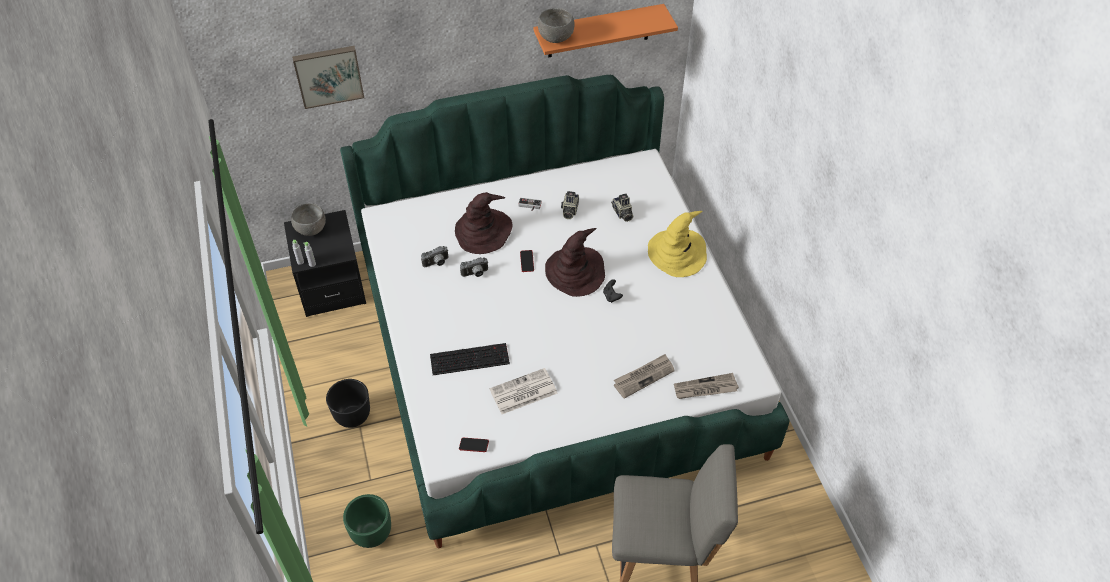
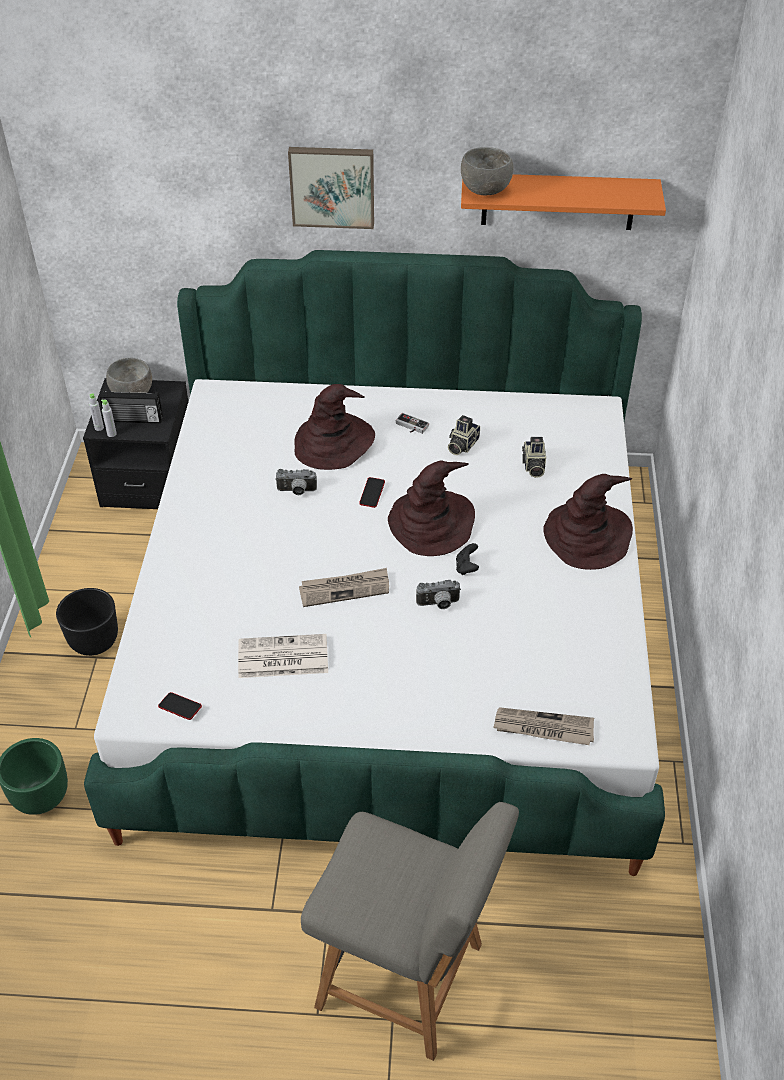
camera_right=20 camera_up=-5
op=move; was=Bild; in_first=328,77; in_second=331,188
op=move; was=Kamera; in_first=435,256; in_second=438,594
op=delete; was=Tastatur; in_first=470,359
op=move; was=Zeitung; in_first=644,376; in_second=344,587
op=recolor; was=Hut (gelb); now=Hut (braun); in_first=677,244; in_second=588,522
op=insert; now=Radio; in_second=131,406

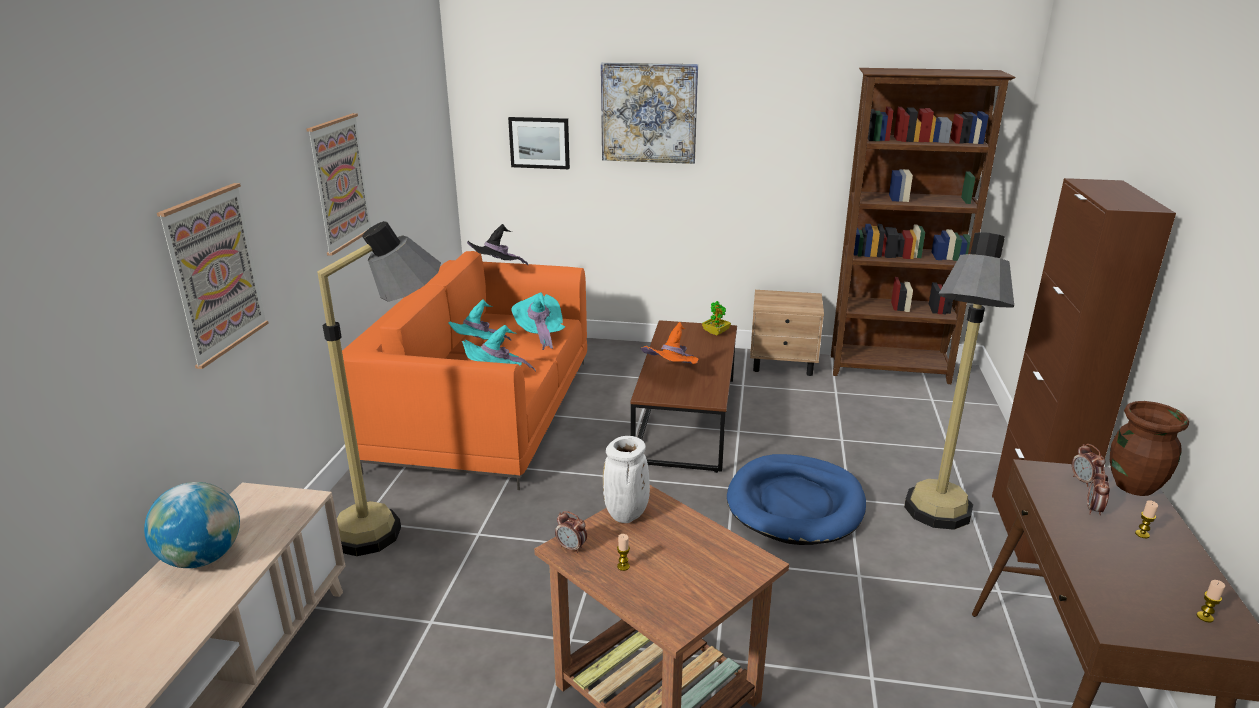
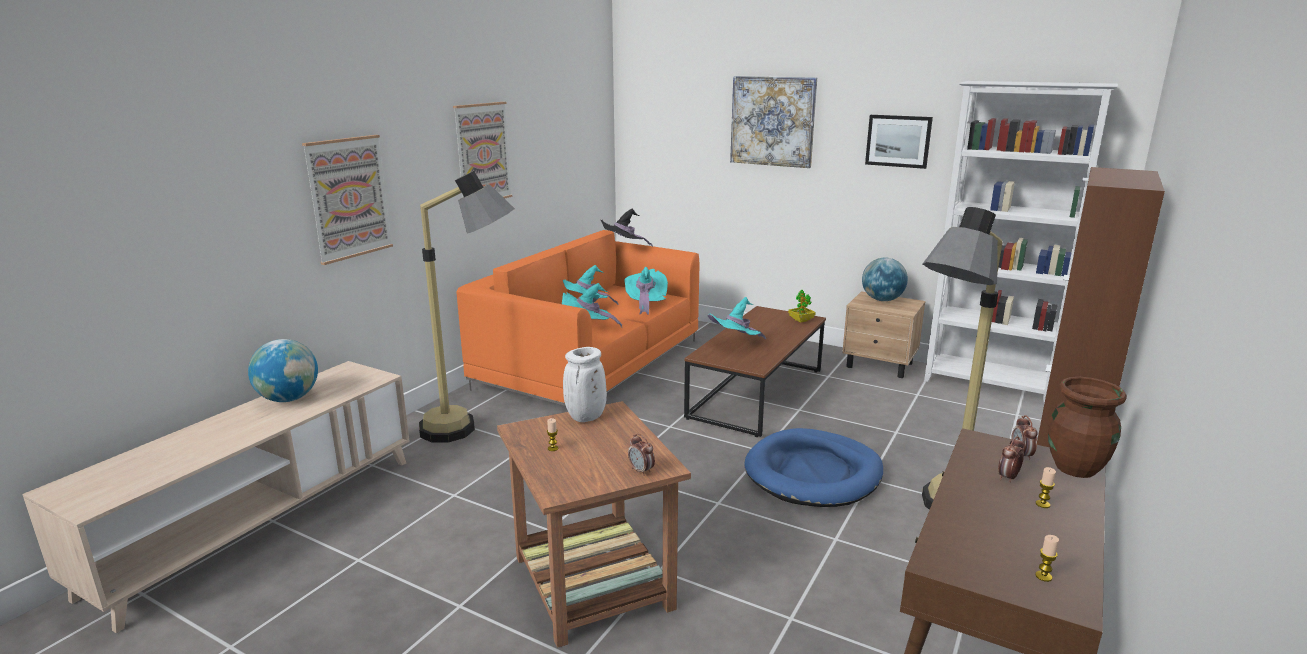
camera_right=20 camera_up=-5
op=move; was=Bild; in_first=539,143; in_second=899,142
op=move; was=Wecker; in_first=571,532; in_second=641,455
op=recolor; was=Hut (orange); now=Hut (türkis); in_first=670,343; in_second=736,318
op=recolor; was=Bücherregal (braun); now=Bücherregal (weiß); in_first=923,226; in_second=1021,242
op=insert; now=Globus; in_second=885,279

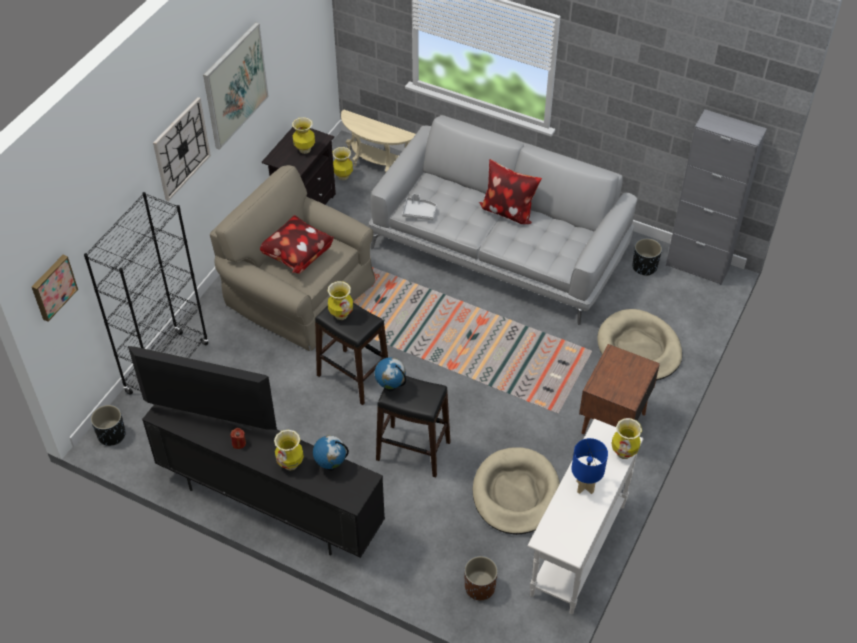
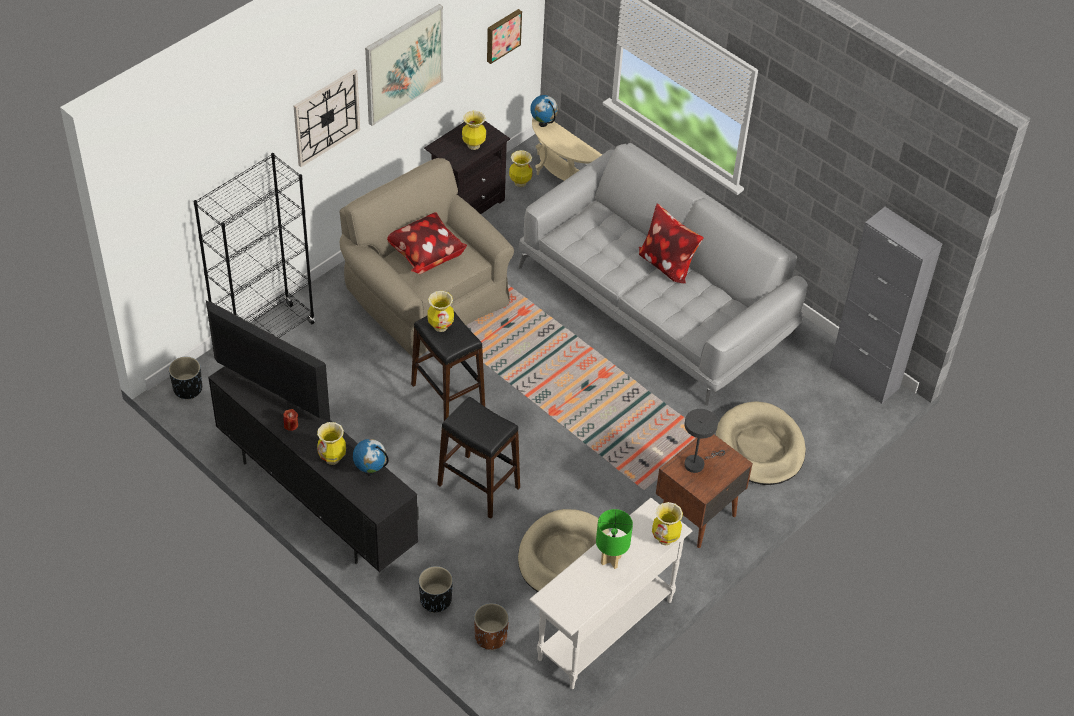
camera_right=15 camera_up=0
op=move; was=Bild; in_first=55,288; in_second=504,36
op=move; was=Globus; in_first=390,374; in_second=544,111
op=delete; was=Tablett (grau); in_first=419,207
op=recolor; was=Tischlampe (blau); now=Tischlampe (grün); in_first=589,466; in_second=614,539
op=move; was=Pflanzkübel (schwarz); in_first=647,257; in_second=436,589
op=insert; now=Tischlampe (grau); in_second=704,441

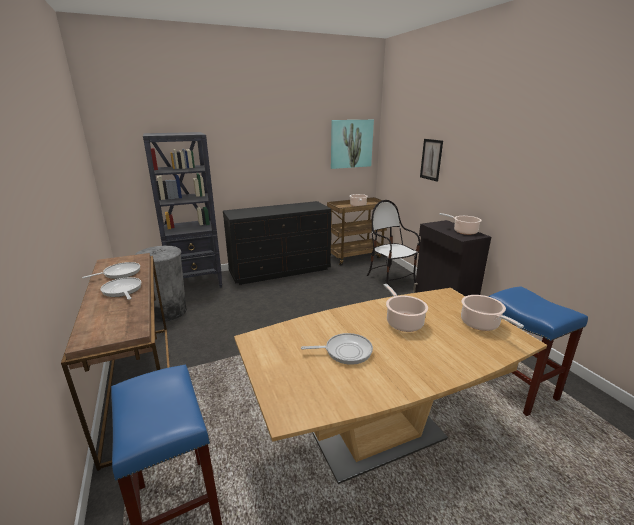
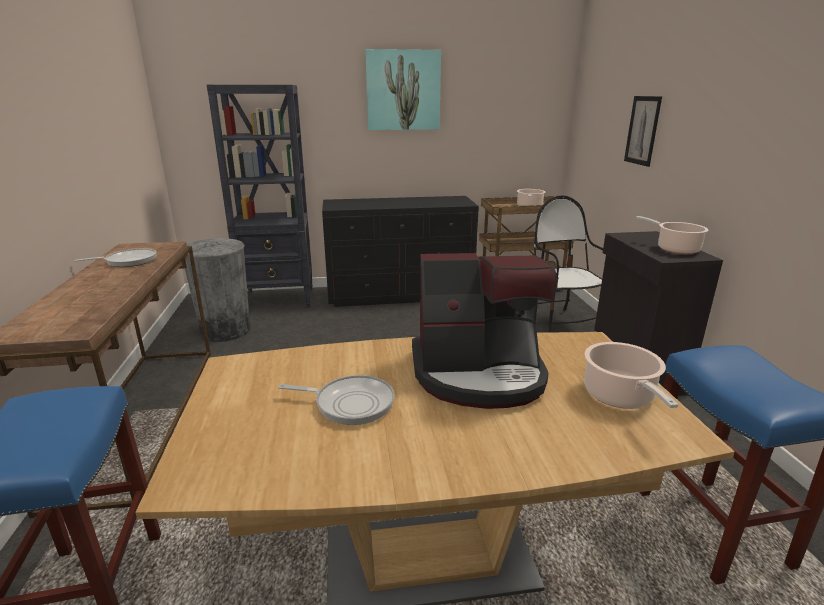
camera_right=15 camera_up=0
op=delete; was=Pfanne; in_first=121,288
op=move; was=Bild; in_first=352,144; in_second=403,89
op=replace; was=Kochtopf; now=Kaffeemaschine; in_first=406,308; in_second=484,331

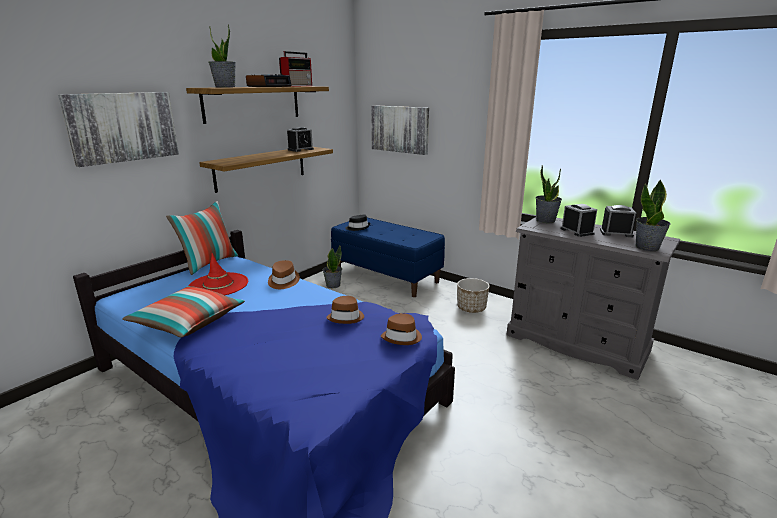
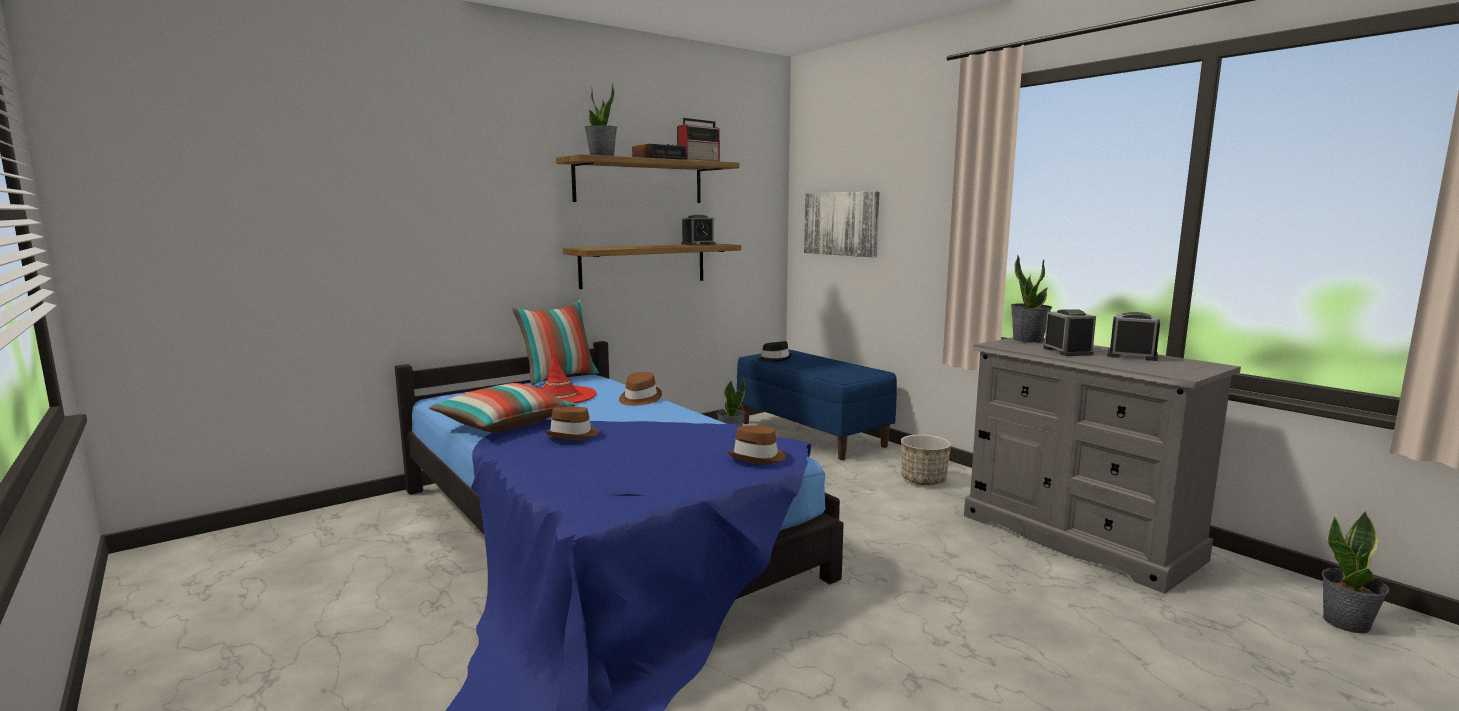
camera_right=15 camera_up=-10
op=delete; was=Bild; in_first=118,129
op=move; was=Hut (braun); in_first=345,310; in_second=571,422
op=move; was=Topfpflanze; in_first=653,215; in_second=1355,572

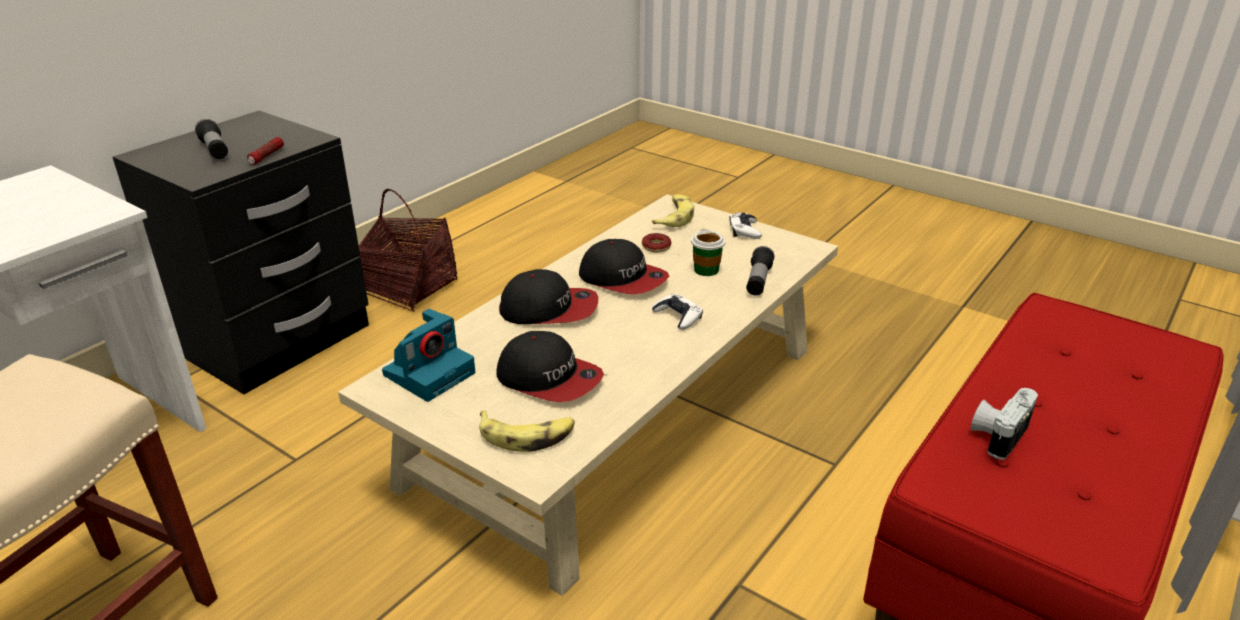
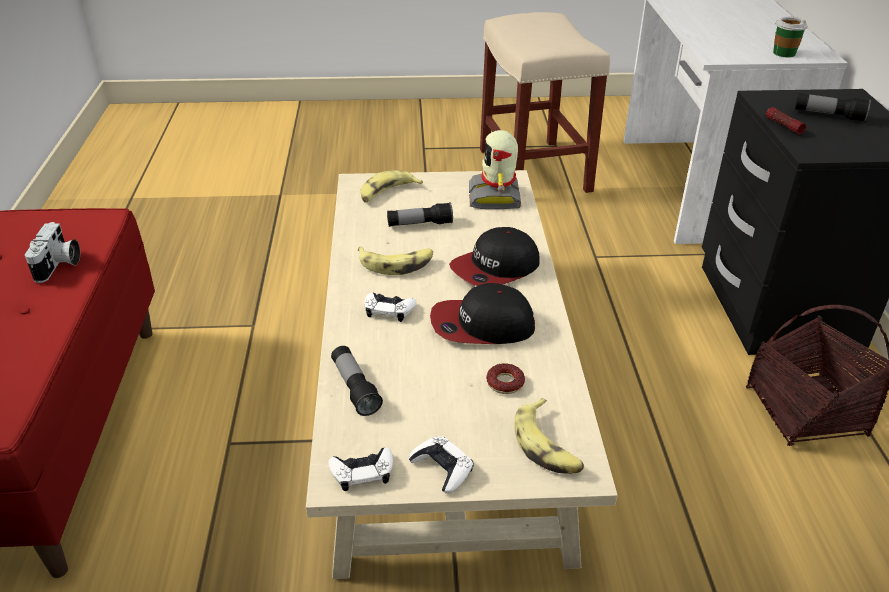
camera_right=140 camera_up=5
op=replace; was=Kamera; now=Spielzeugroboter; in_first=428,355; in_second=495,169
op=replace; was=Kappe; now=Taschenlampe; in_first=550,366; in_second=420,214
op=move; was=Tasse; in_first=708,252; in_second=790,37
op=insert; now=Gamepad (weiß); in_second=361,469
op=insert; now=Banane; in_second=395,260

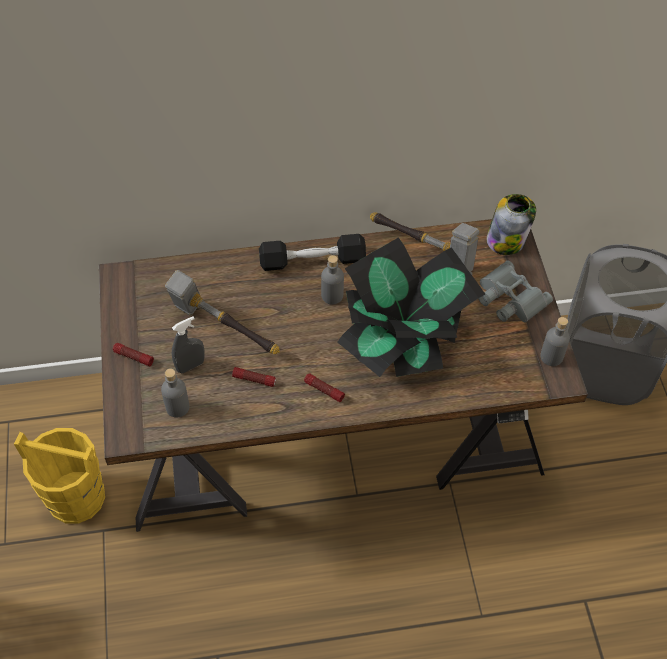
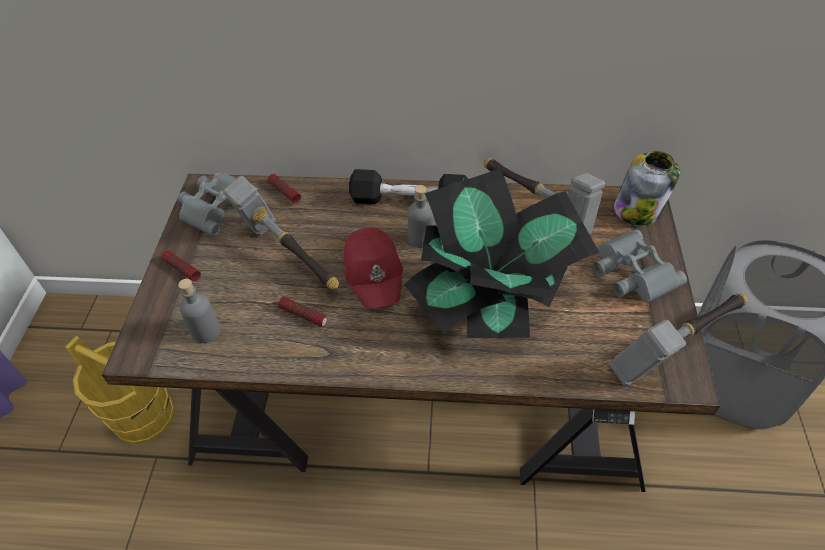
camera_right=15 camera_up=-5
op=delete; was=Sprühflasche (grau); in_first=188,344
op=move; was=Taschenlampe; in_first=324,388; in_second=284,188
op=replace; was=Flasche (grau); now=Hammer; in_first=555,341; in_second=678,339
op=insert; now=Fernglas (grau); in_second=218,204
op=insert; now=Kappe (rot); in_second=373,268

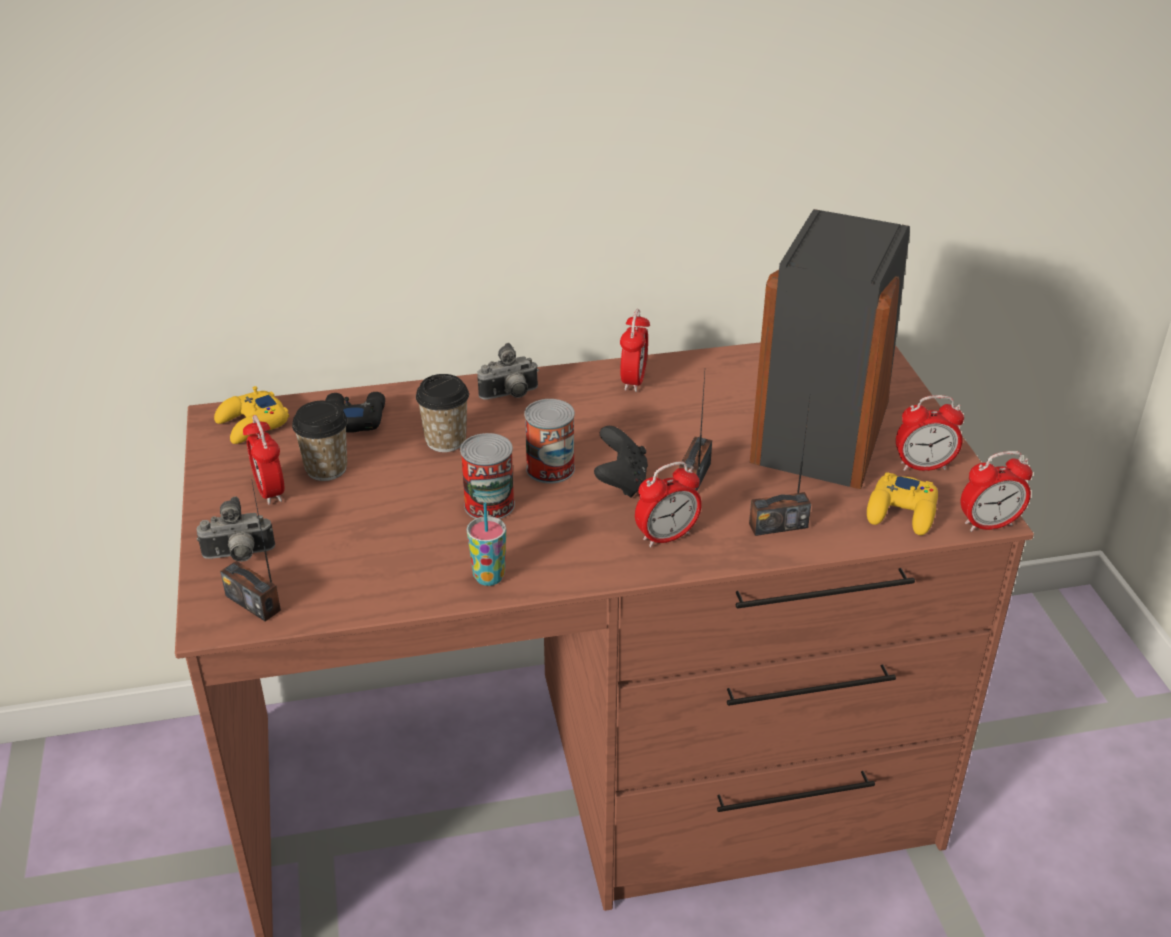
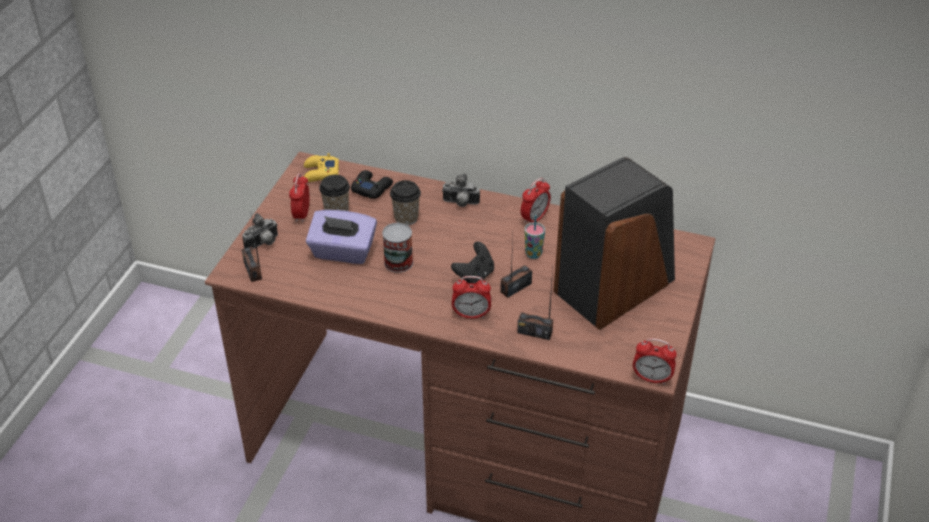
camera_right=30 camera_up=5
op=rotate; was=Kamera; in_first=235,529; in_second=260,231; clockwise=-60
op=move; was=Tasse; in_first=486,544; in_second=535,237
op=delete; was=Dose; in_first=549,441
op=delete; was=Gamepad (gelb); in_first=902,503
op=delete; was=Wecker; in_first=930,433
op=insert; now=Taschentuchbox (lila); in_second=341,237

